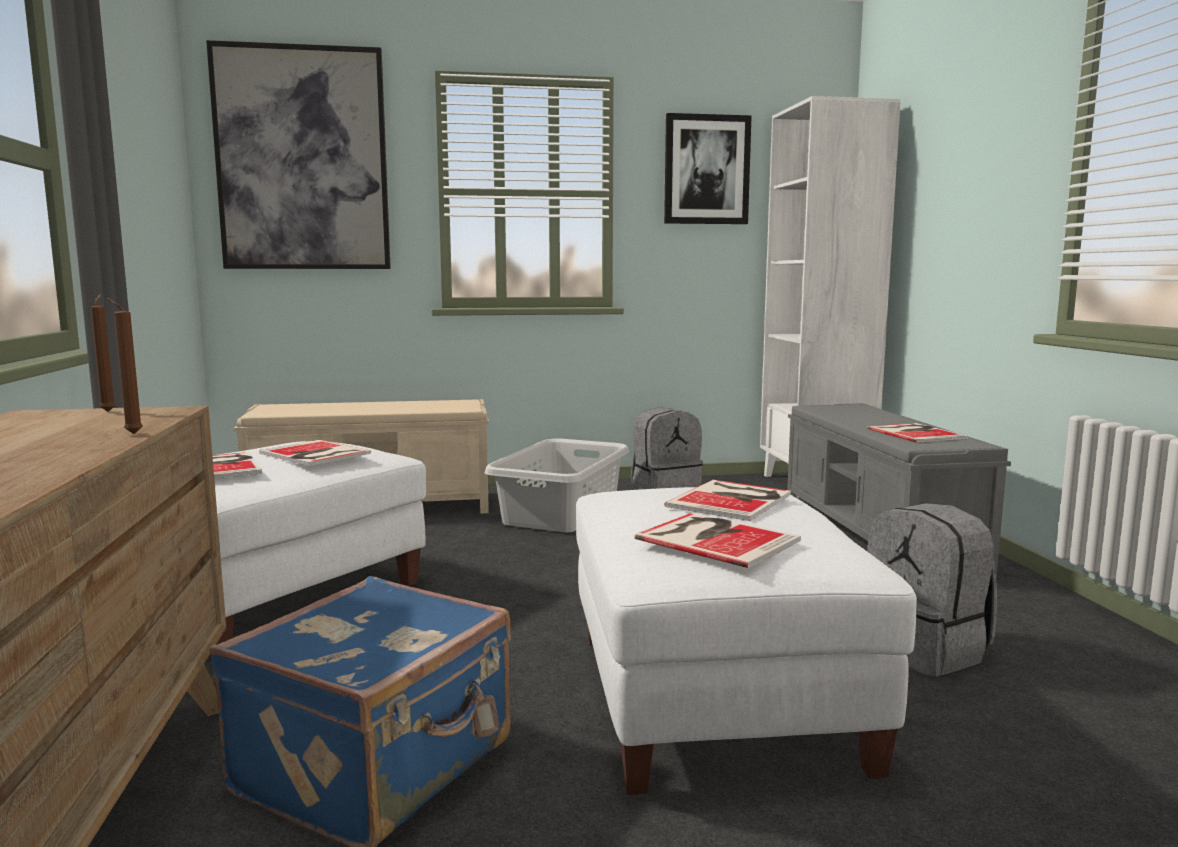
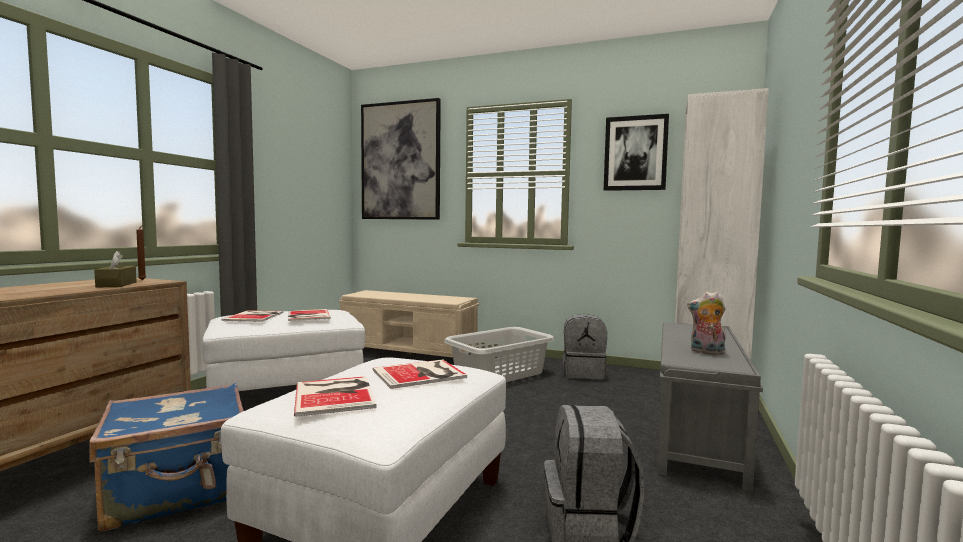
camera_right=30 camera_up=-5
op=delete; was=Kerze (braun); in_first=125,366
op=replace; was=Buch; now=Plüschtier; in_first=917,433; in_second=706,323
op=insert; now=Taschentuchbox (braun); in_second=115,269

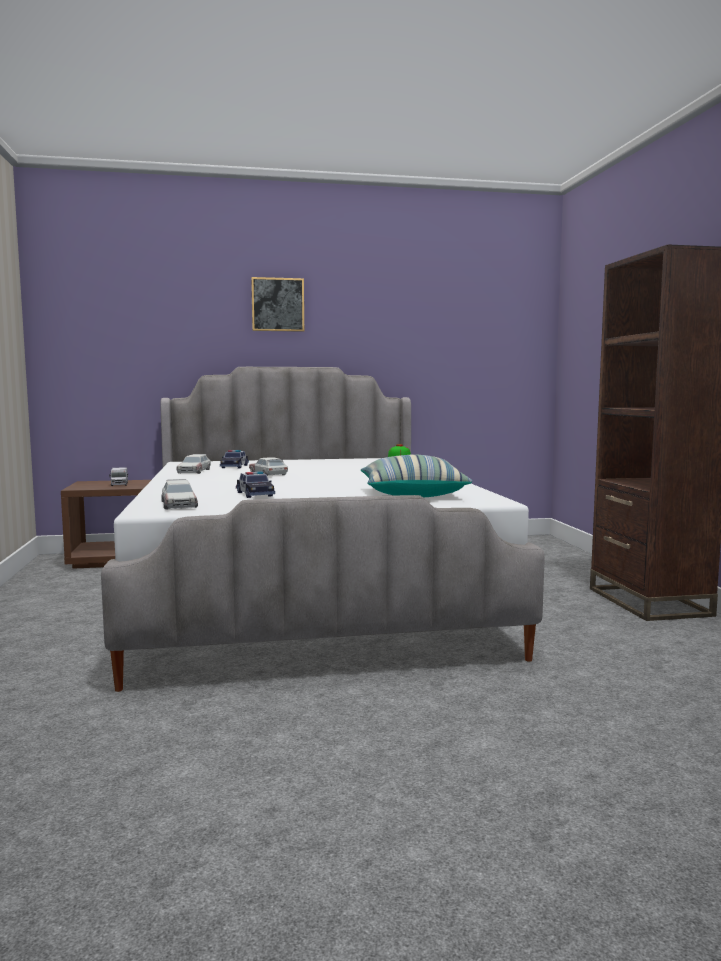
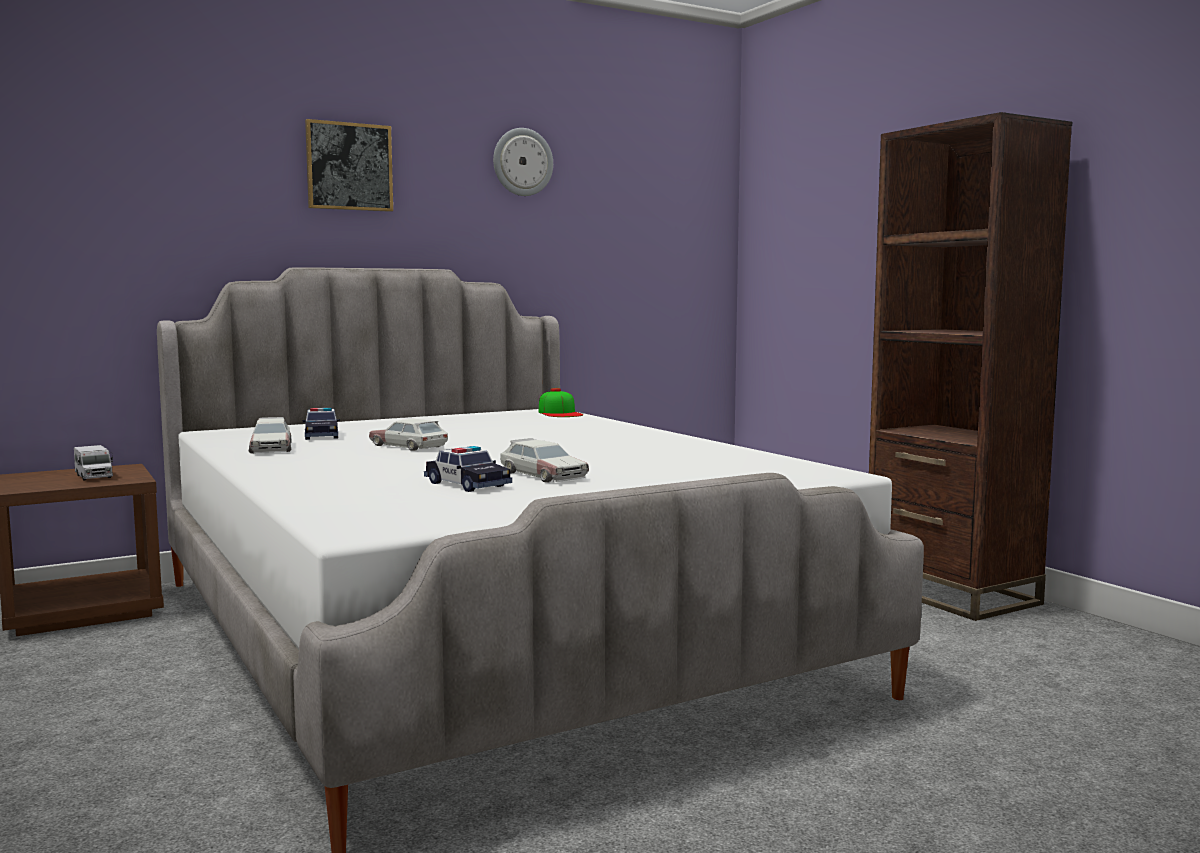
camera_right=-20 camera_up=0
op=move; was=Spielzeugauto; in_first=179,494; in_second=544,460
op=delete; was=Kissen; in_first=416,475
op=insert; now=Wanduhr; in_second=523,162

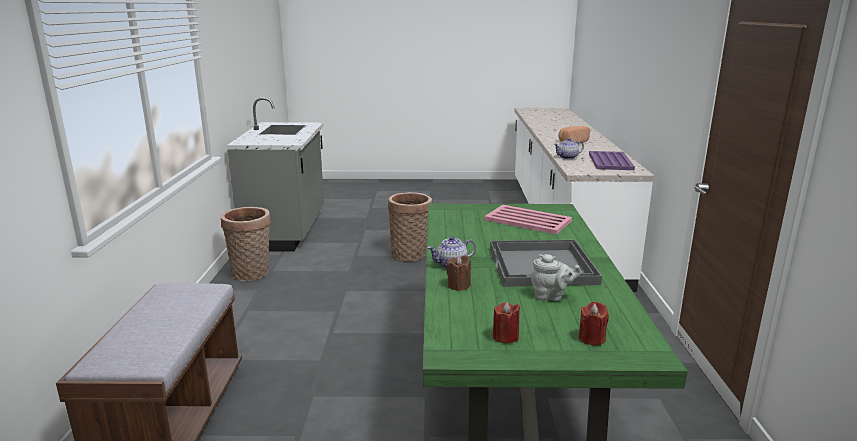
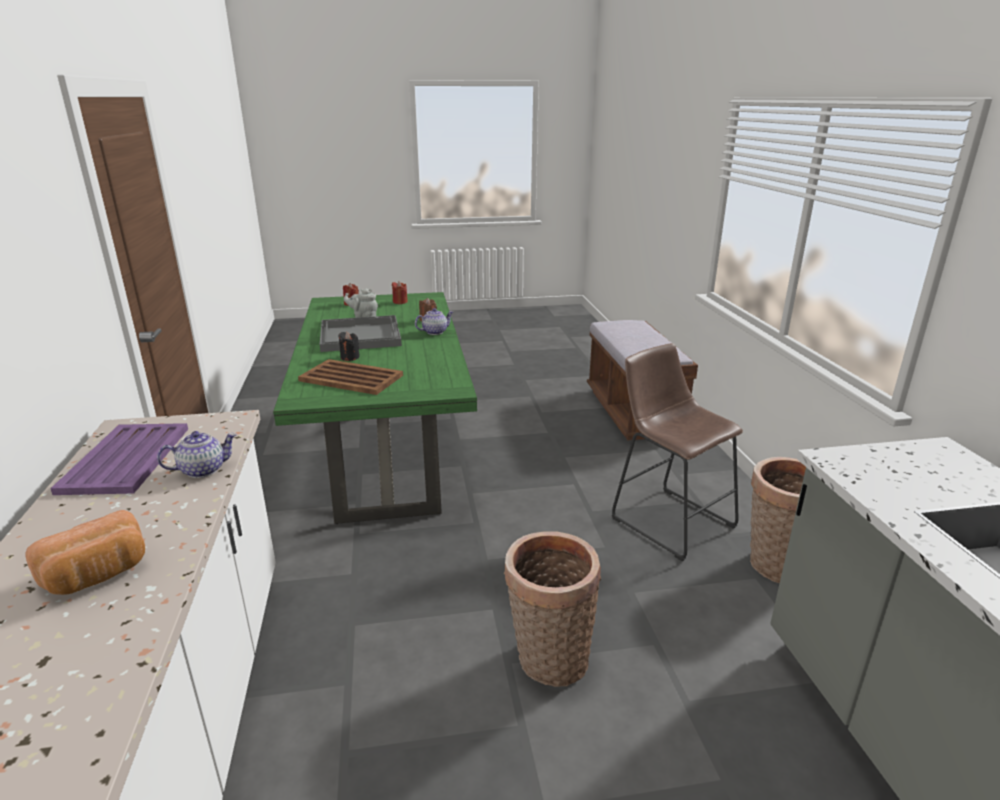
camera_right=170 camera_up=5
op=recolor; was=Tablett (rosa); now=Tablett (braun); in_first=528,220; in_second=350,377
op=insert; now=Kerze (schwarz); in_second=349,346
op=insert; now=Hocker (braun); in_second=677,452

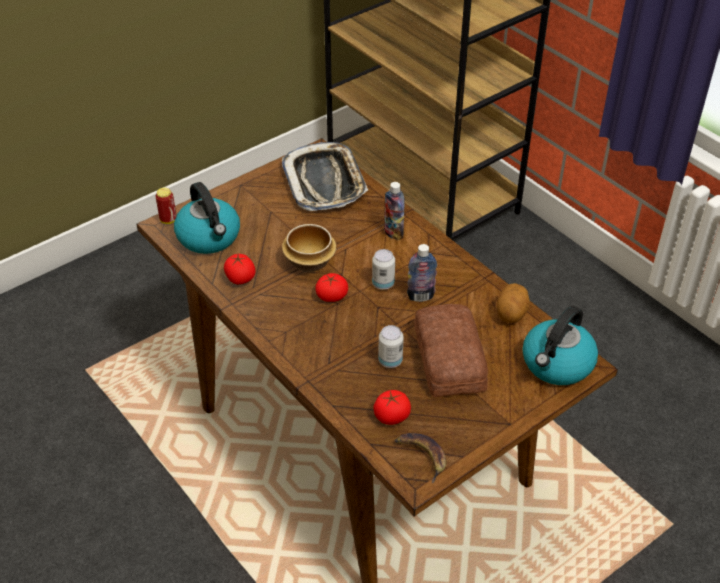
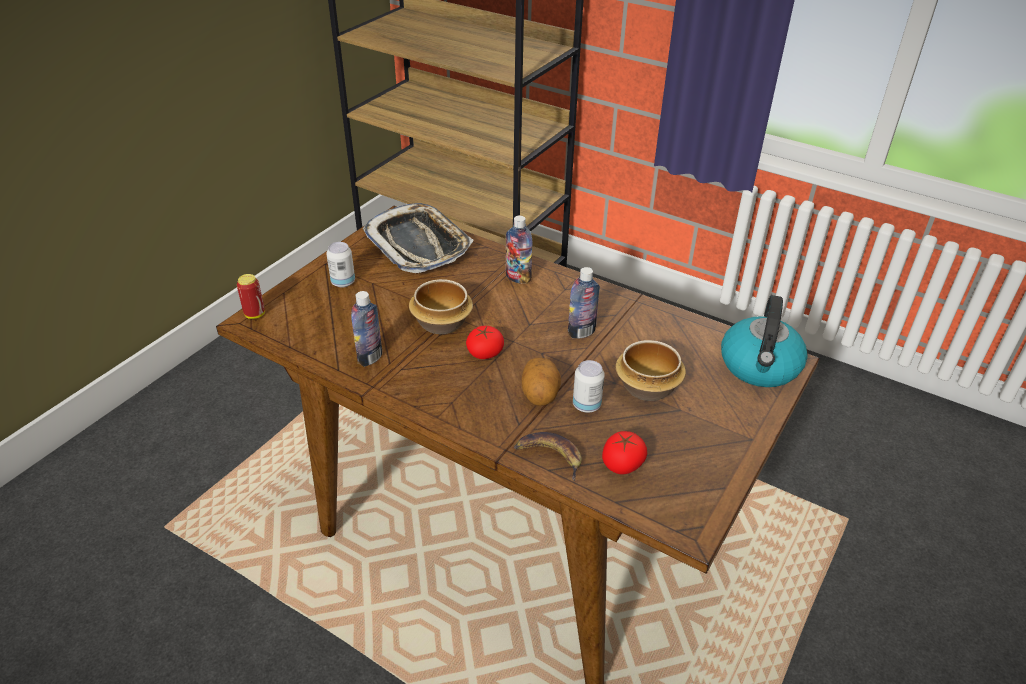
camera_right=-20 camera_up=-5
op=delete; was=Wasserkessel; in_first=207,218
op=replace; was=Tomate; now=Flasche; in_first=240,269; in_second=366,329
op=move; was=Dose; in_first=383,269; in_second=340,265
op=move; was=Banane; in_first=420,458; in_second=548,456
op=replace; was=Brot; now=Schüssel; in_first=451,350; in_second=650,370
op=move; was=Kartoffel; in_first=513,303; in_second=541,382

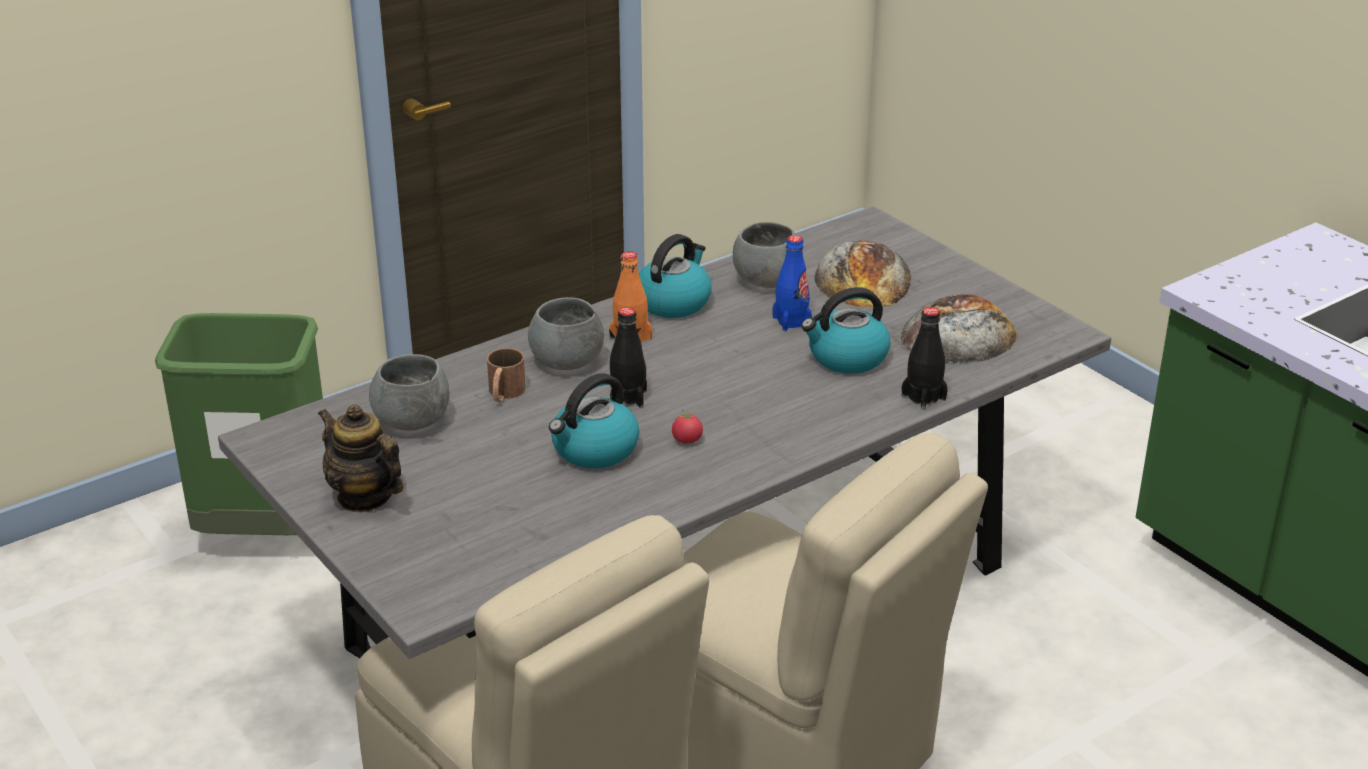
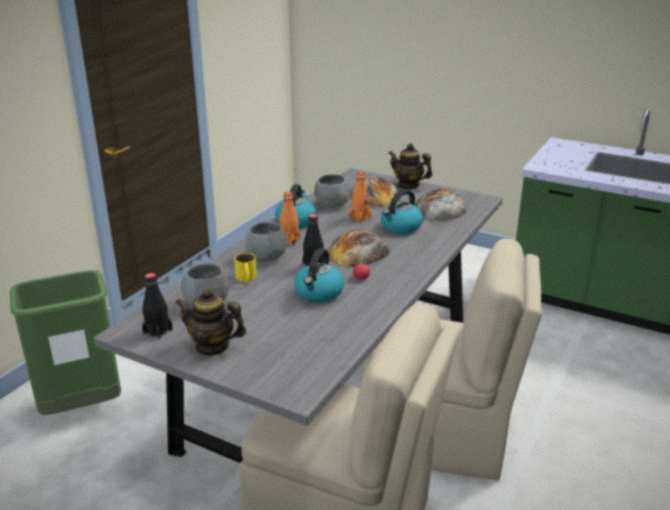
camera_right=-25 camera_up=-5
op=recolor; was=Henkelbecher (braun); now=Henkelbecher (gelb); in_first=506,375; in_second=245,268
op=recolor; was=Flasche (blau); now=Flasche (orange); in_first=792,283; in_second=360,197
op=move; was=Flasche (schwarz); in_first=924,358; in_second=157,306
op=insert; now=Brot; in_second=359,248
op=insert; now=Teekanne; in_second=410,166

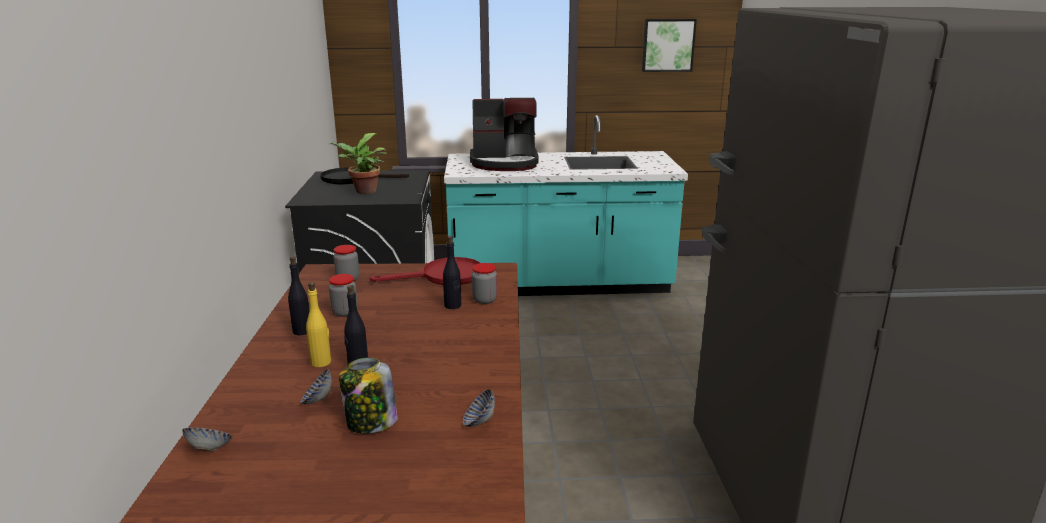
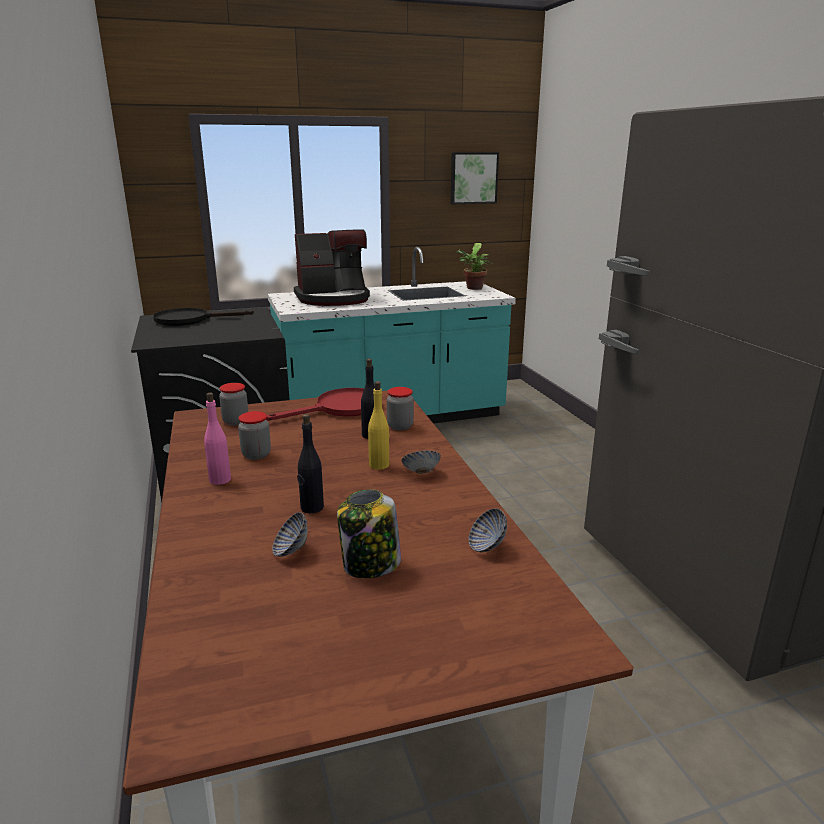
camera_right=-15 camera_up=0
op=move; was=Schüssel; in_first=207,440; in_second=421,462
op=recolor; was=Flasche (schwarz); now=Flasche (rosa); in_first=298,295; in_second=217,439
op=move; was=Flasche (gelb); in_first=318,324; in_second=378,425
op=move; was=Topfpflanze; in_first=357,163; in_second=474,266

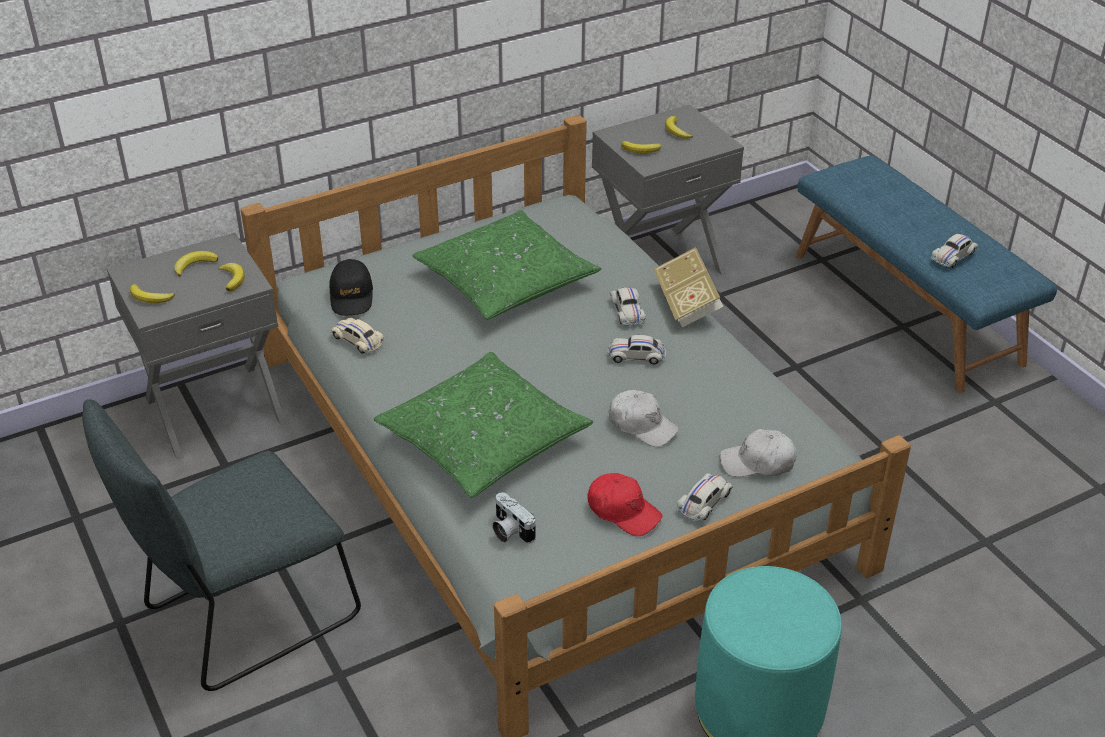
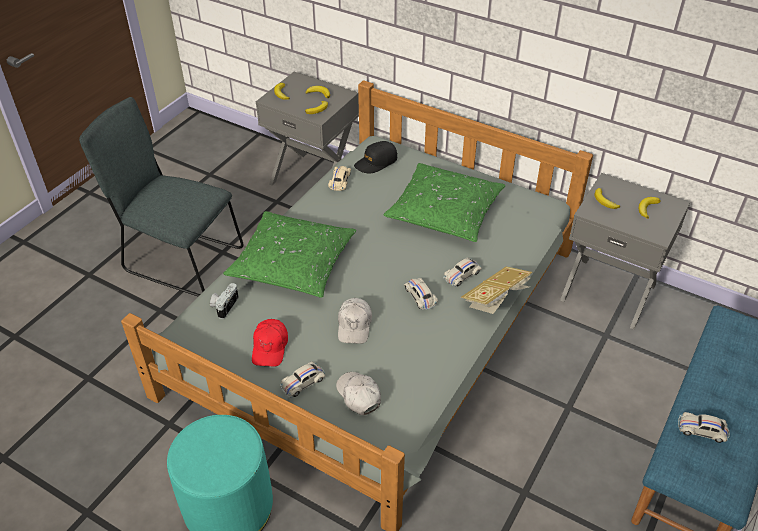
camera_right=60 camera_up=5
op=rotate; was=Spielzeugauto (weiß); in_first=705,497; in_second=302,379; clockwise=135

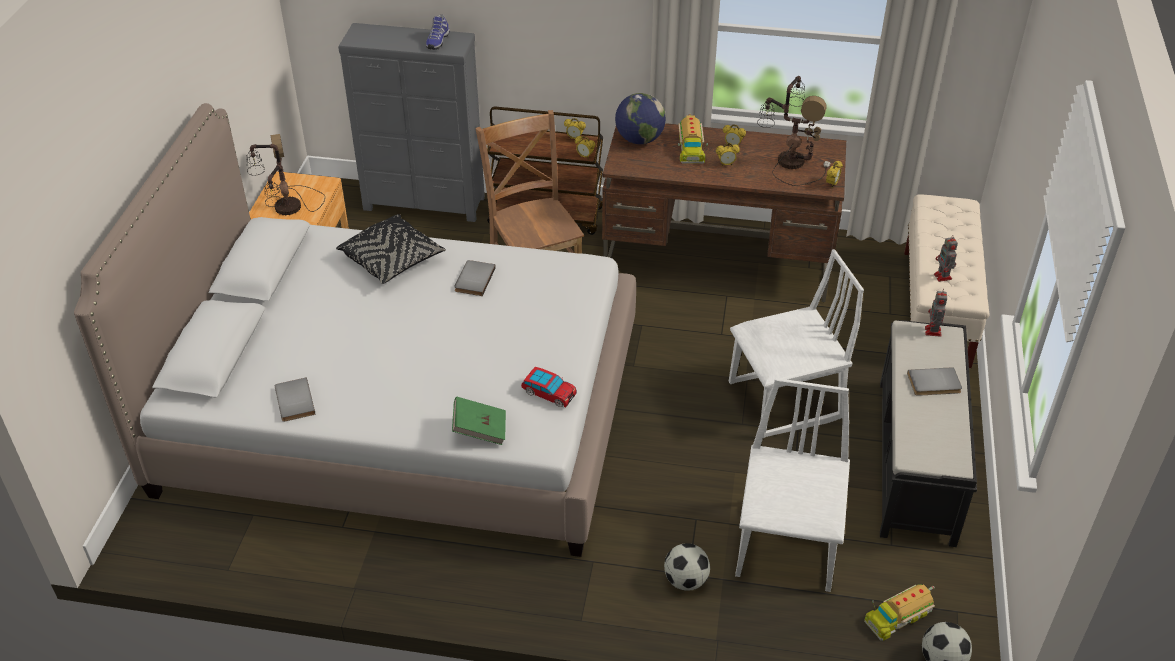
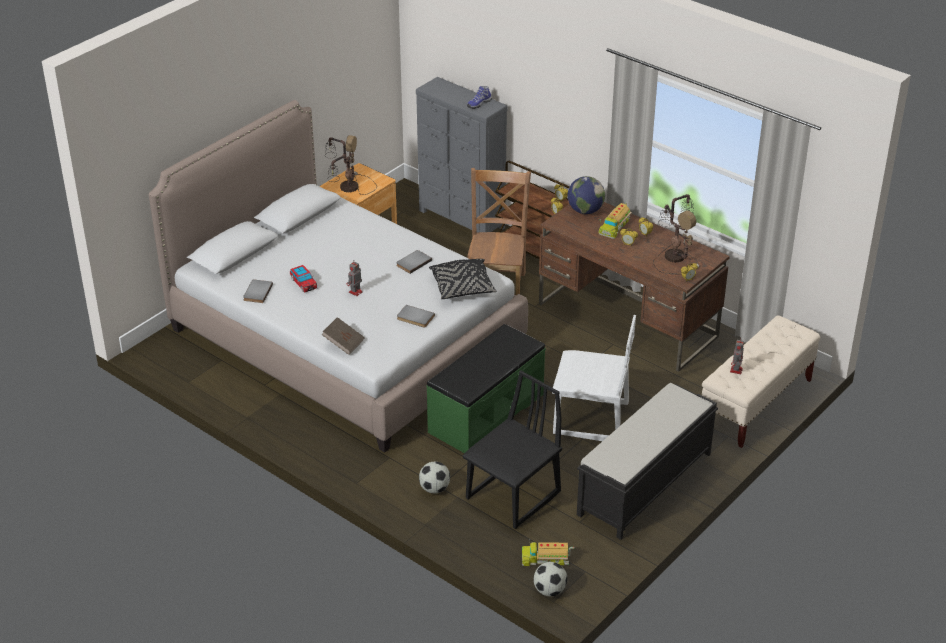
camera_right=30 camera_up=-5
op=move; was=Kissen (schwarz); in_first=391,249; in_second=463,279
op=recolor; was=Buch (grün); now=Buch (braun); in_first=479,421; in_second=343,336
op=move; was=Spielzeugauto; in_first=549,387; in_second=303,278
op=recolor; was=Stuhl (weiß); now=Stuhl (schwarz); in_first=792,485; in_second=512,449
op=move; was=Buch (grau); in_first=934,381; in_second=416,316
op=move; was=Spielzeugroboter; in_first=936,313; in_second=354,279
op=insert; now=Bank (grün); in_second=486,388

